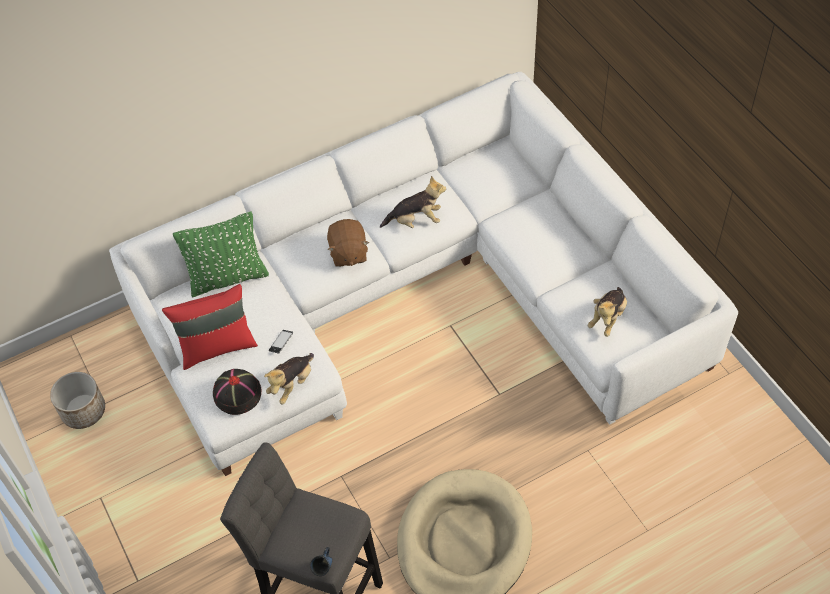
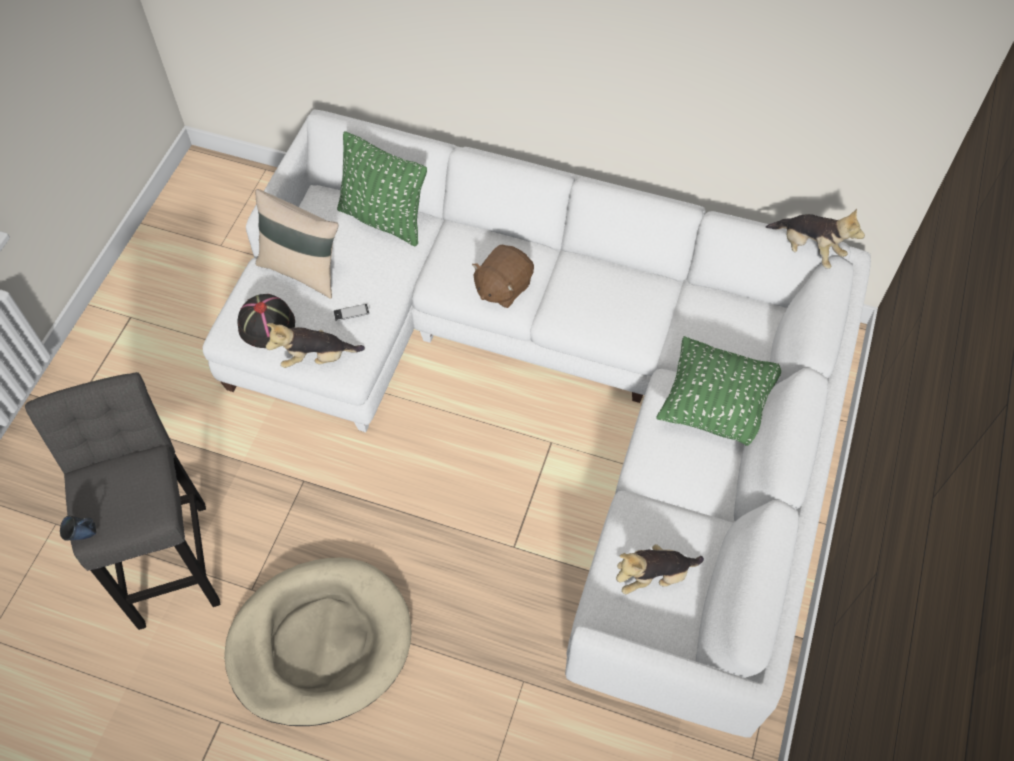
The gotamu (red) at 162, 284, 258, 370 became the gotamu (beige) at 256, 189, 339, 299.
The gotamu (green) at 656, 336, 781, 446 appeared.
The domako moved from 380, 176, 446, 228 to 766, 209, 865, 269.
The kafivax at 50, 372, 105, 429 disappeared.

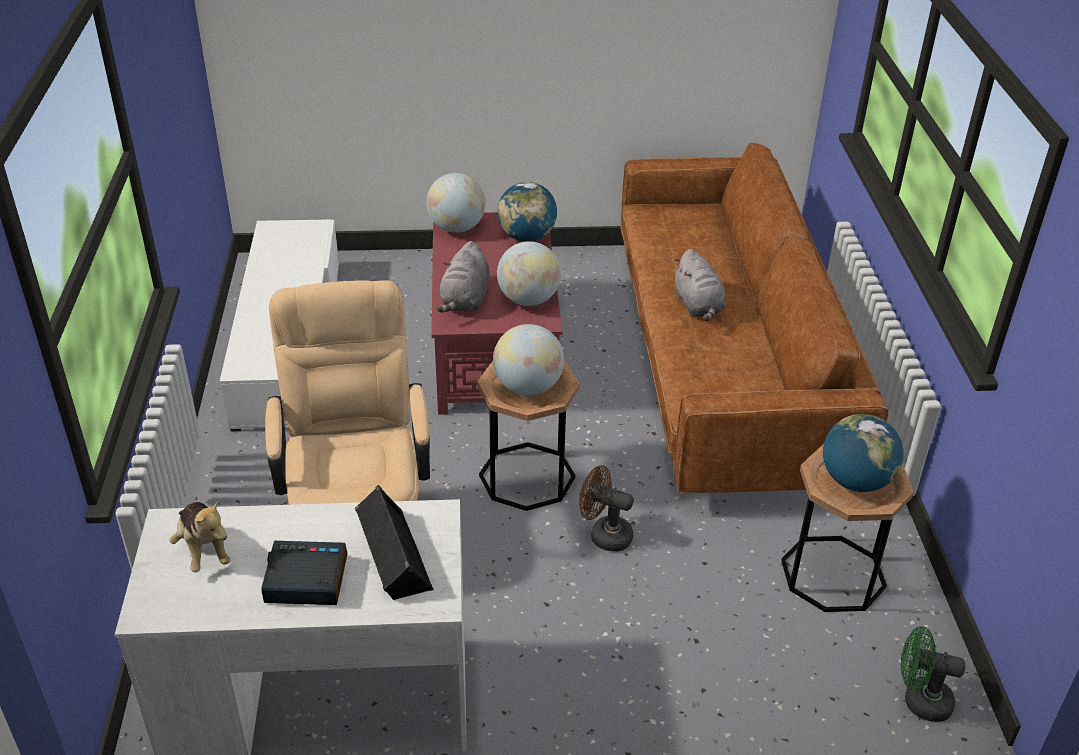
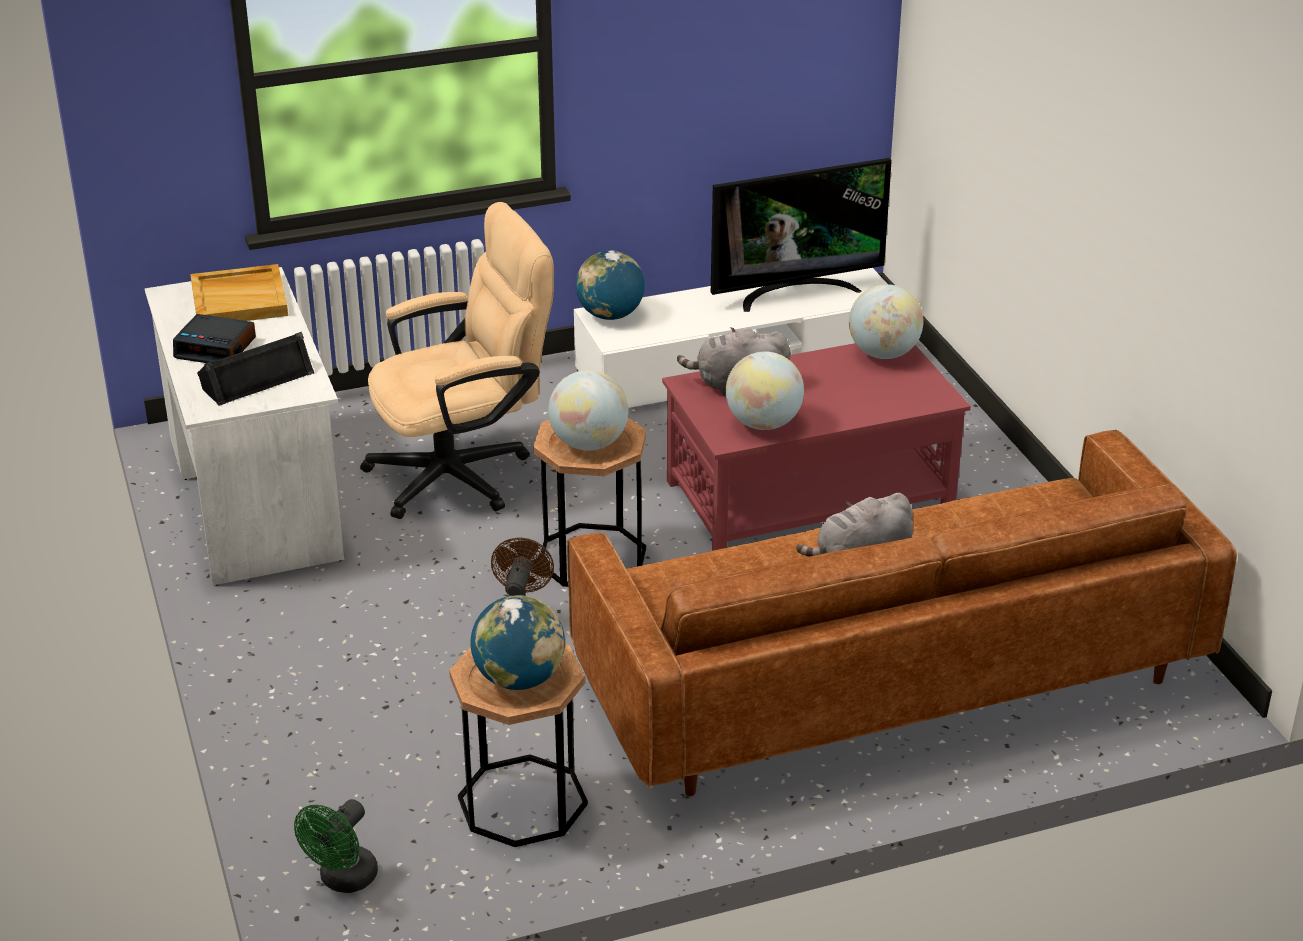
The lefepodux at 261, 541, 348, 605 turned 120 degrees clockwise.
The domako at 169, 500, 231, 572 was replaced by the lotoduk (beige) at 190, 264, 288, 321.
The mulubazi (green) at 901, 626, 966, 722 turned 150 degrees counterclockwise.
The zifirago moved from 497, 182, 557, 242 to 576, 250, 645, 320.
The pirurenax at 711, 158, 892, 312 appeared.

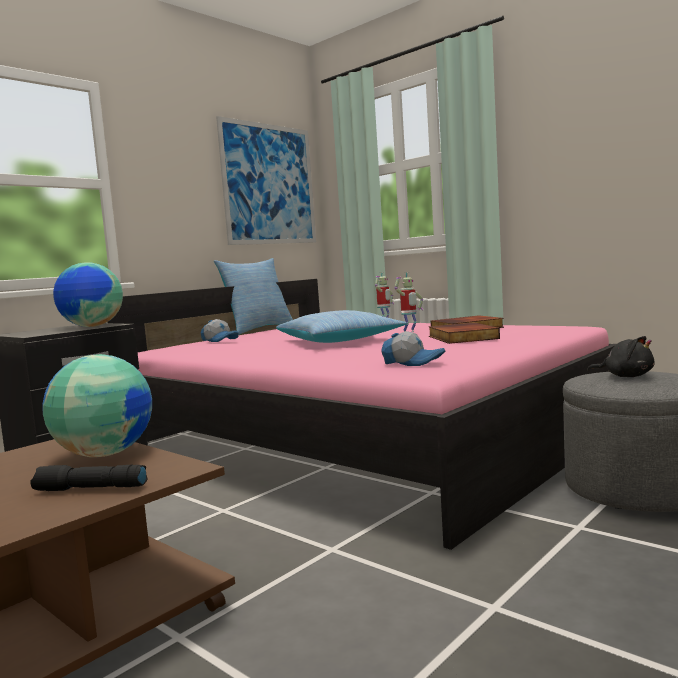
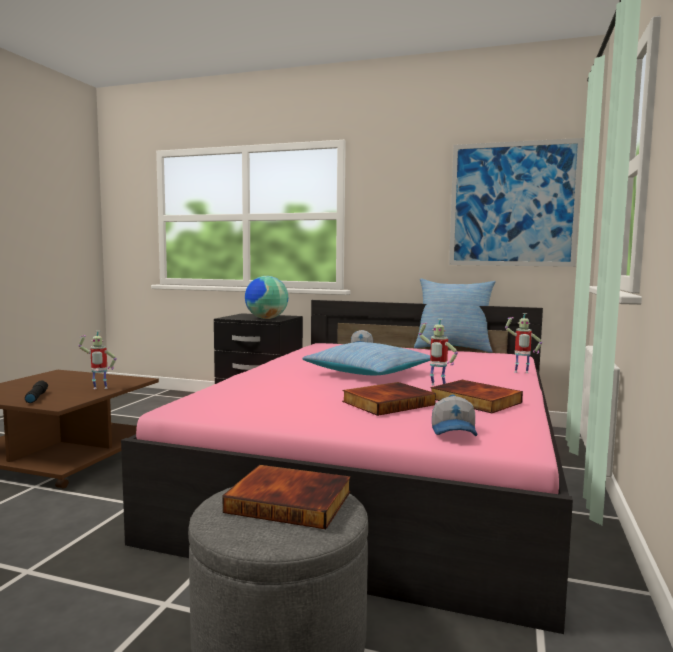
The zifirago at 42, 354, 152, 457 was replaced by the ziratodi at 78, 331, 117, 389.
The domako (black) at 587, 336, 655, 377 was replaced by the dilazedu at 222, 465, 351, 529.
The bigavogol moved from 381, 331, 446, 366 to 432, 395, 477, 436.

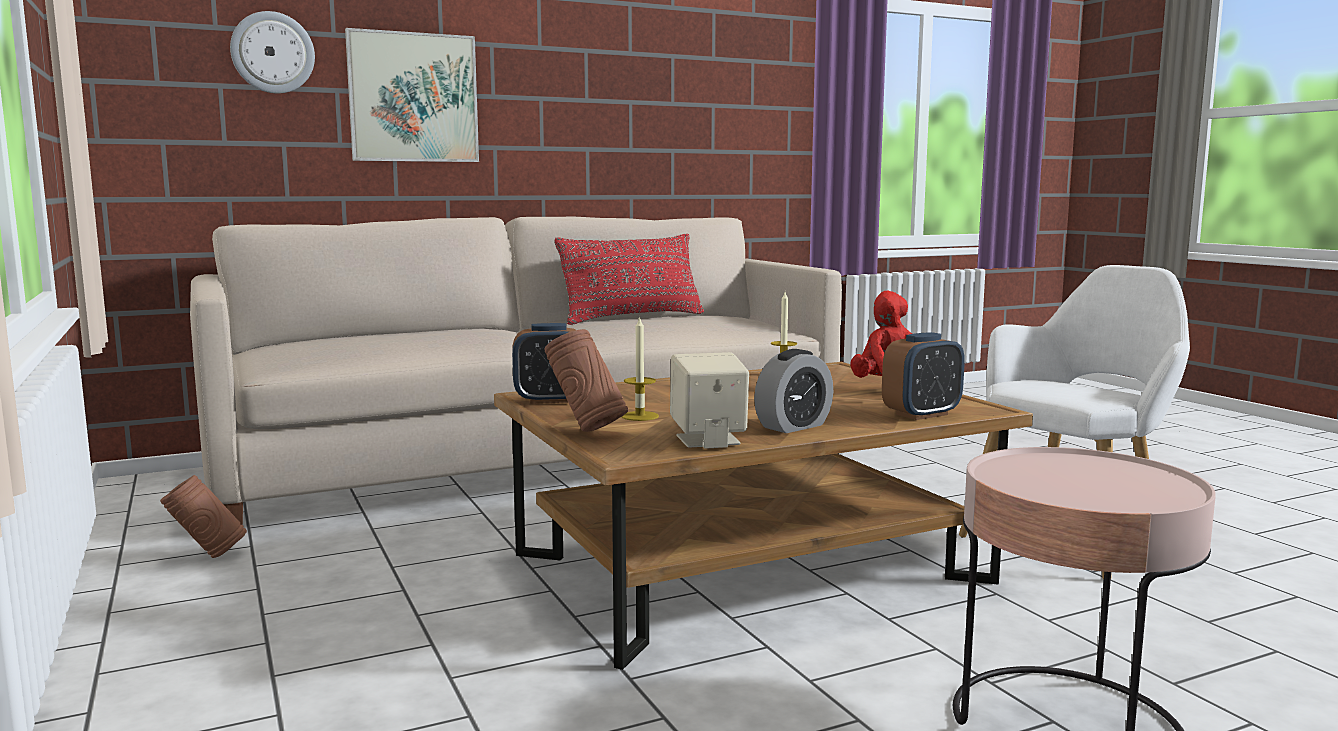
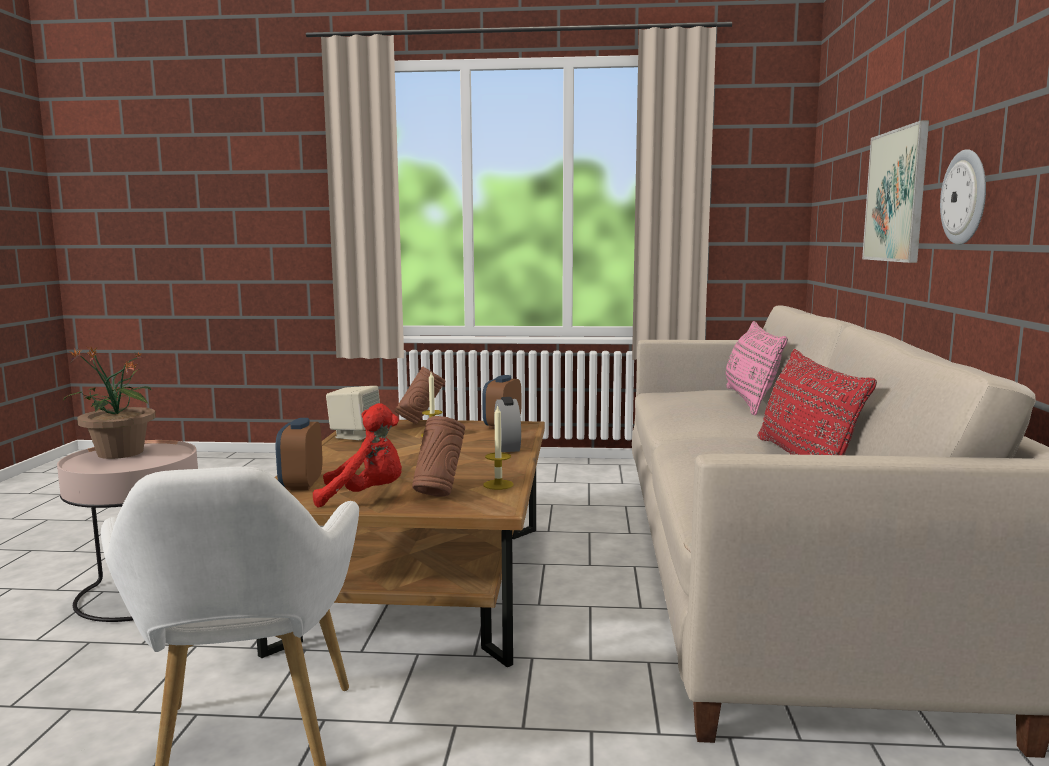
The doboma at 63, 347, 156, 459 appeared.
The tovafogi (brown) moved from 160, 475, 247, 558 to 412, 416, 465, 496.
The lefepodux moved from 754, 349, 833, 433 to 494, 397, 521, 452.
The gotamu (pink) at 726, 321, 788, 415 appeared.
The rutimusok moved from 230, 11, 315, 93 to 940, 149, 986, 245.

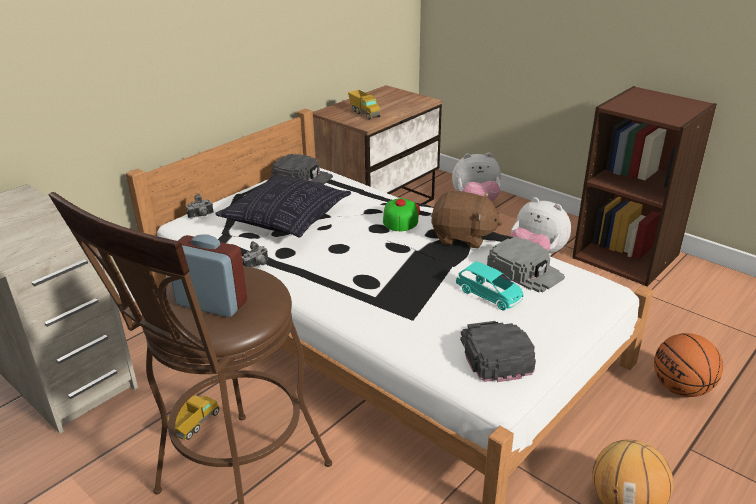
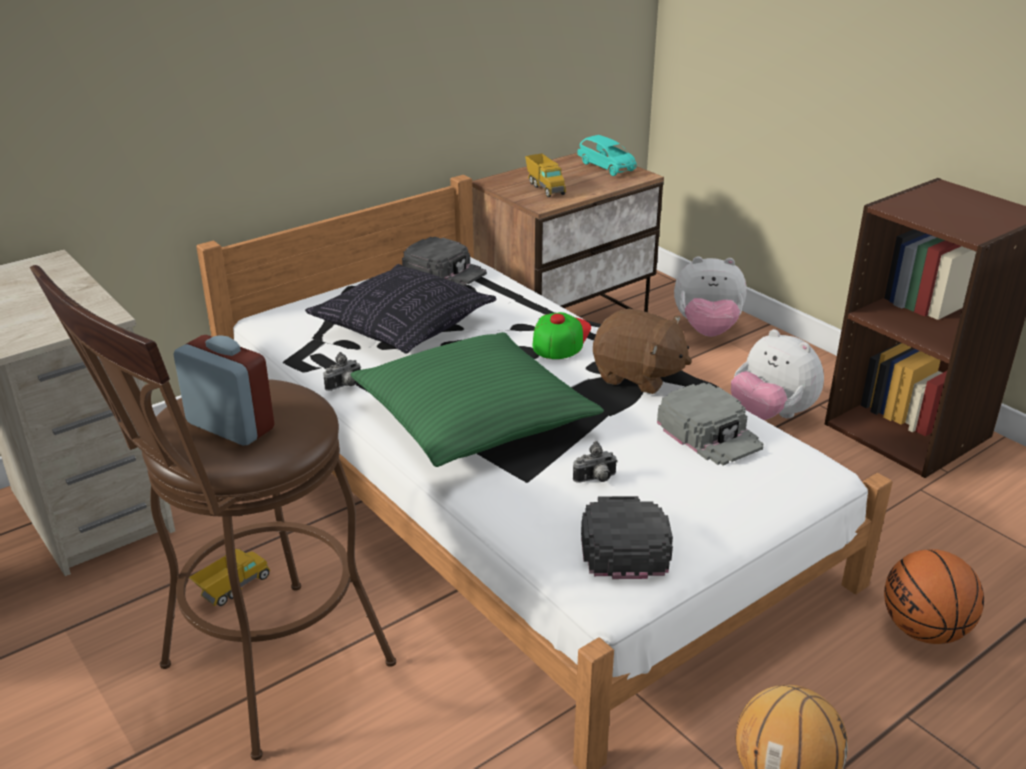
The gotamu (green) at 351, 332, 604, 467 appeared.
The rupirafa moved from 186, 194, 213, 218 to 573, 441, 618, 483.
The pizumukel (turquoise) moved from 456, 261, 523, 310 to 578, 135, 636, 176.

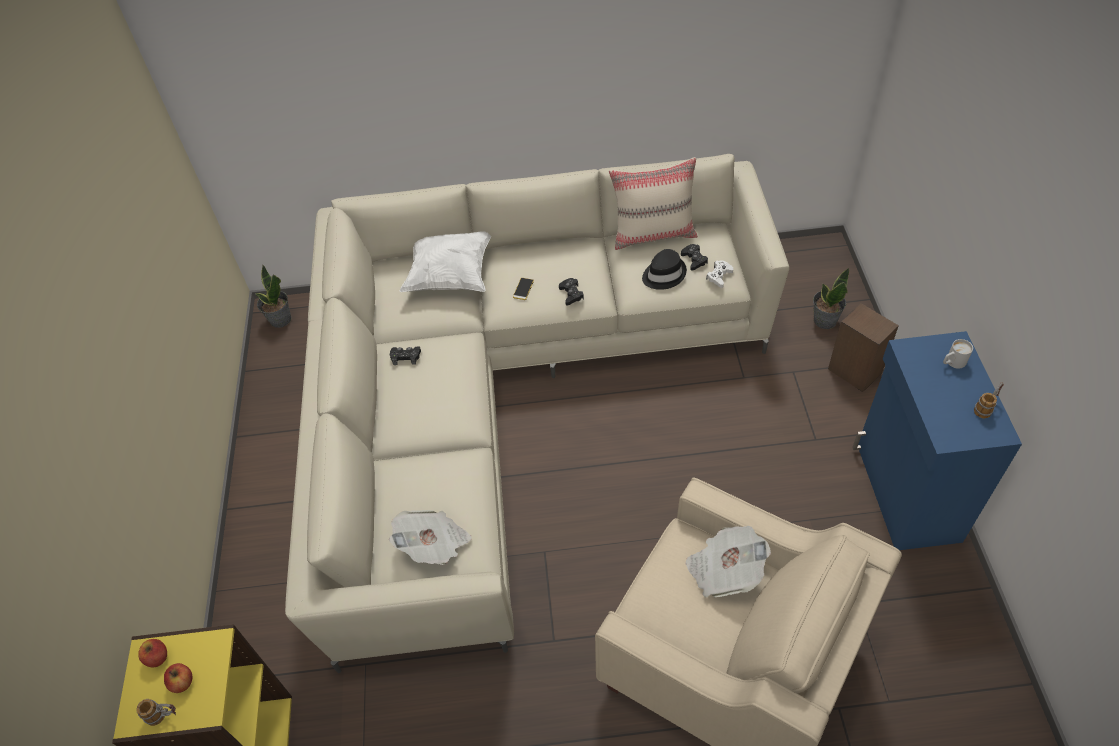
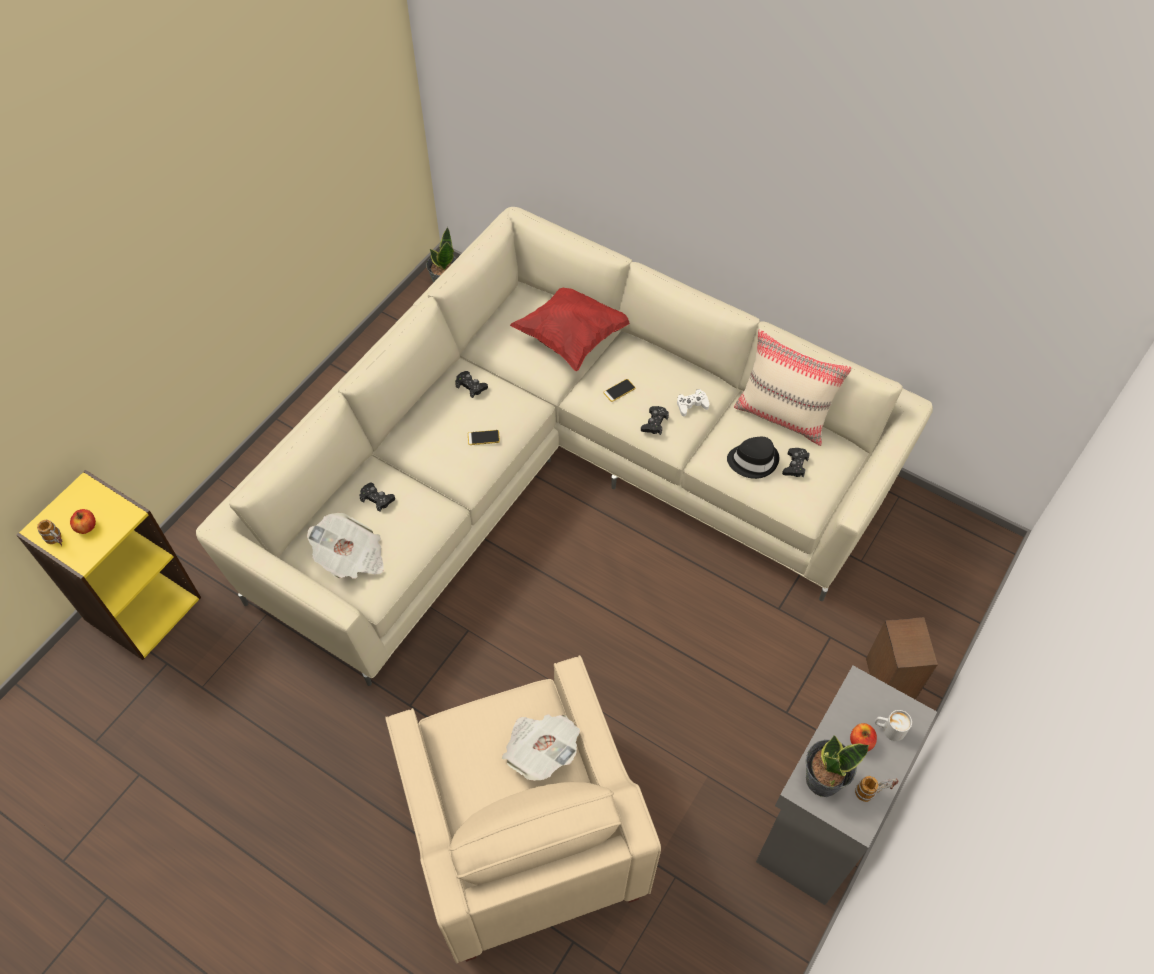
The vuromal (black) at 359, 483, 395, 512 appeared.
The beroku at 468, 430, 500, 445 appeared.
The gotamu (white) at 400, 231, 492, 292 became the gotamu (red) at 510, 288, 630, 371.
The vuromal (white) moved from 706, 260, 733, 288 to 677, 389, 709, 416.
The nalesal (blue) at 852, 331, 1022, 550 became the nalesal (grey) at 756, 666, 937, 905.
The doboma moved from 813, 268, 849, 329 to 806, 735, 869, 797.
The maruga moved from 138, 639, 167, 668 to 850, 723, 877, 752.

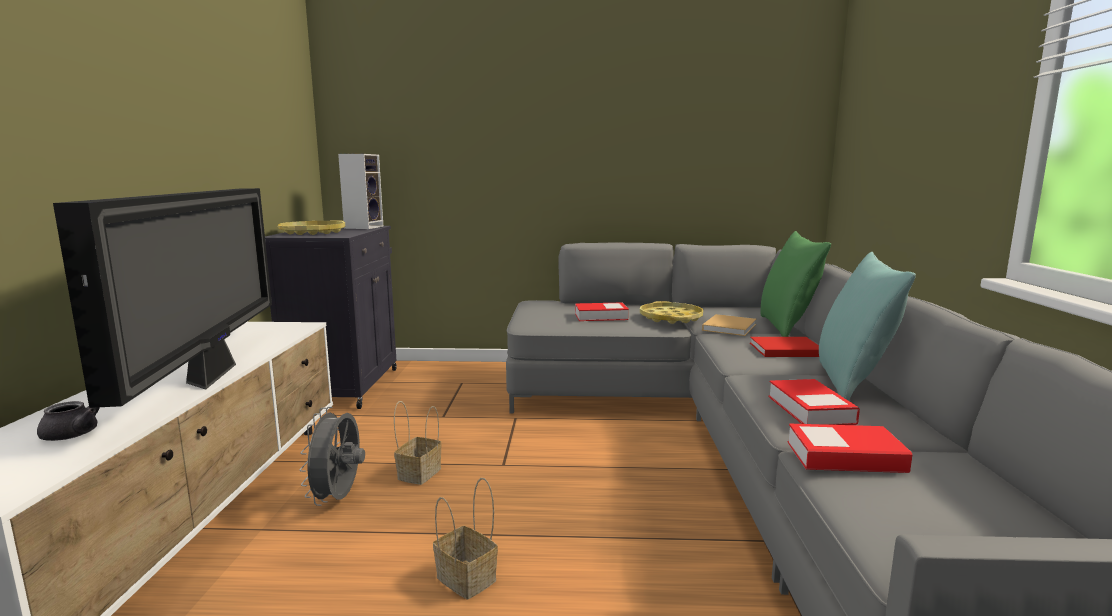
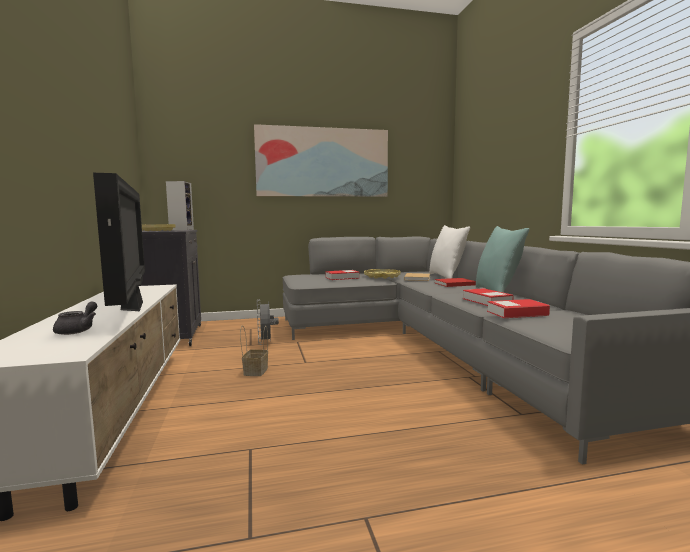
The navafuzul at 254, 124, 388, 197 appeared.
The mulubazi (grey) moved from 299, 407, 365, 506 to 257, 299, 279, 345.
The gotamu (green) at 760, 231, 831, 337 became the gotamu (white) at 429, 225, 470, 279.
The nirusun at 433, 478, 498, 599 disappeared.

